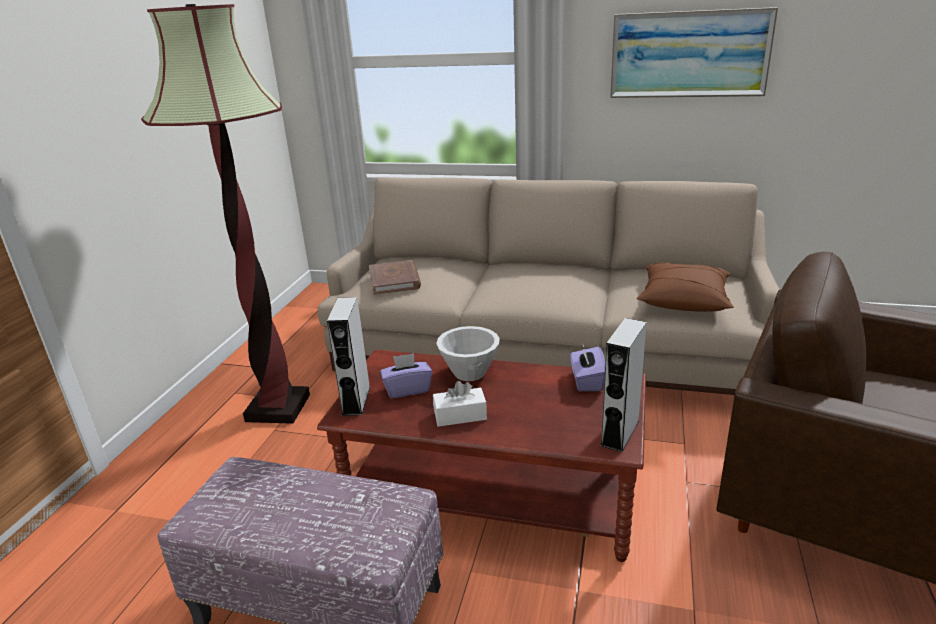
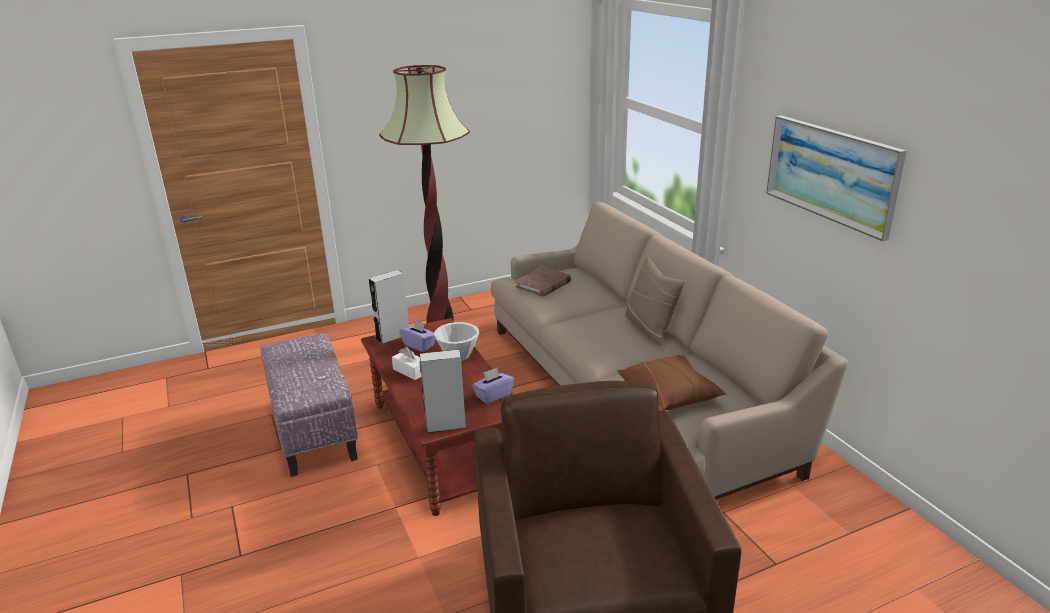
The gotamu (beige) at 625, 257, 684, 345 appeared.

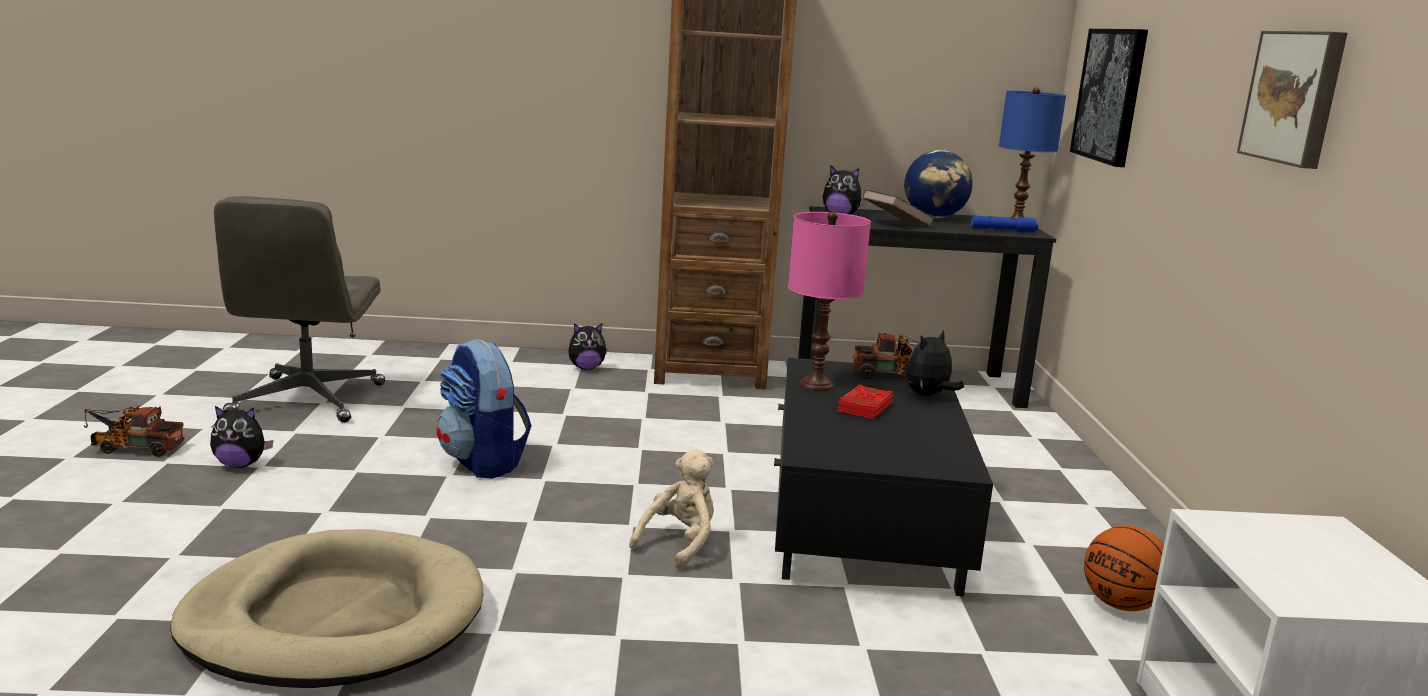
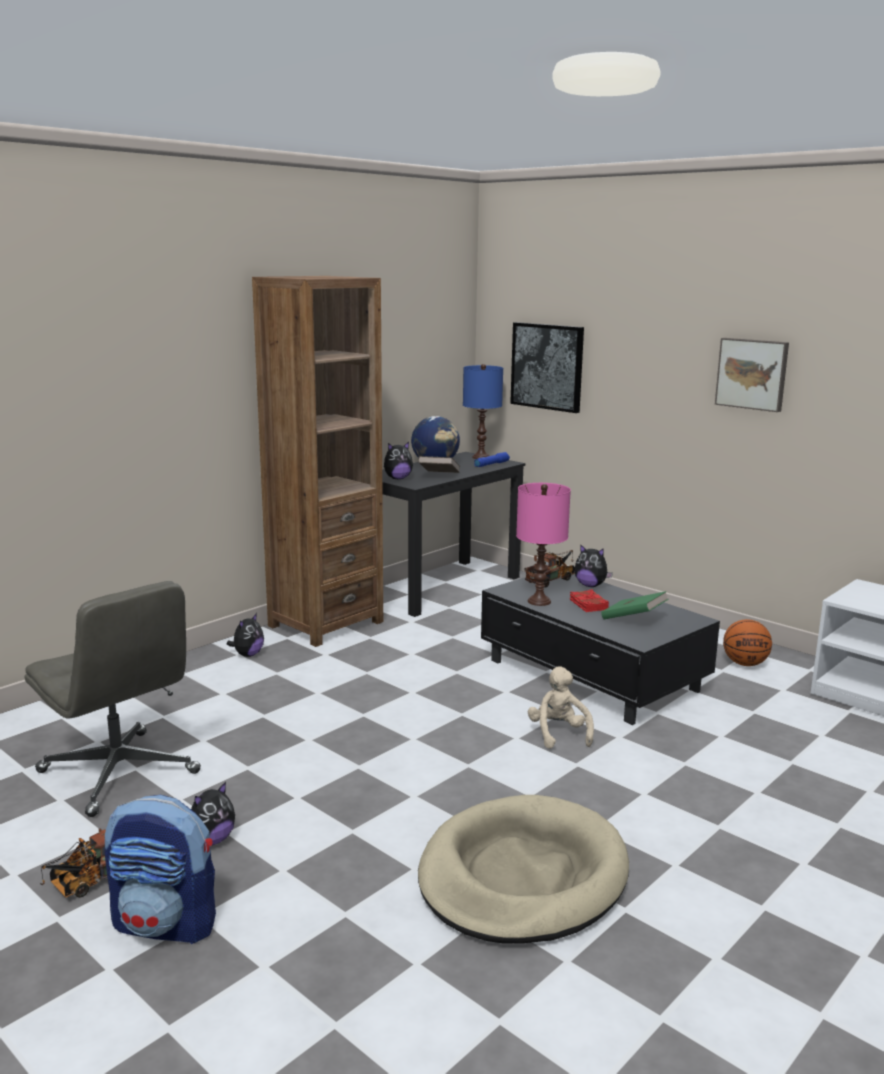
The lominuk moved from 437, 339, 532, 479 to 105, 795, 216, 944.
The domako at 905, 330, 964, 396 turned 60 degrees counterclockwise.
The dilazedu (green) at 601, 591, 669, 619 appeared.

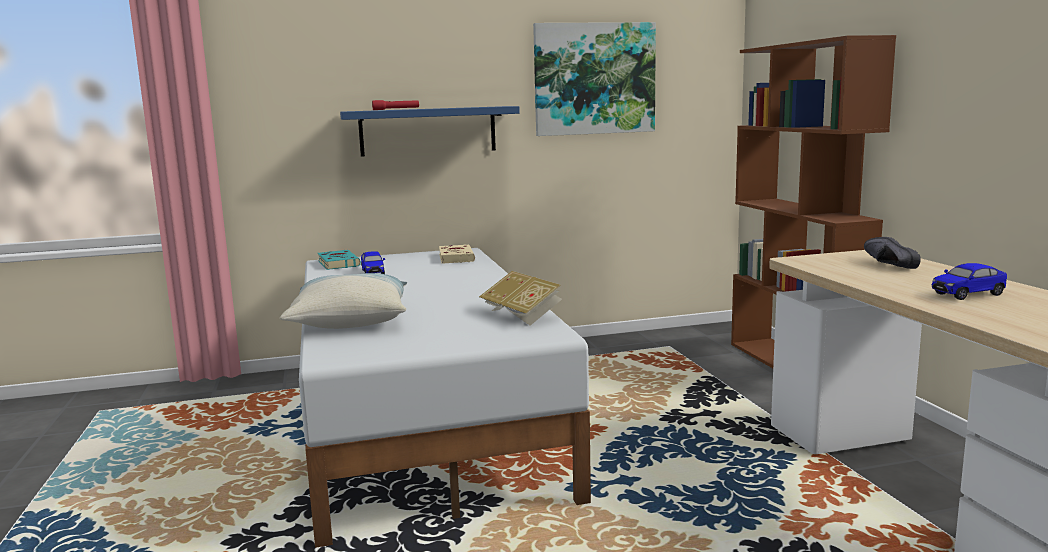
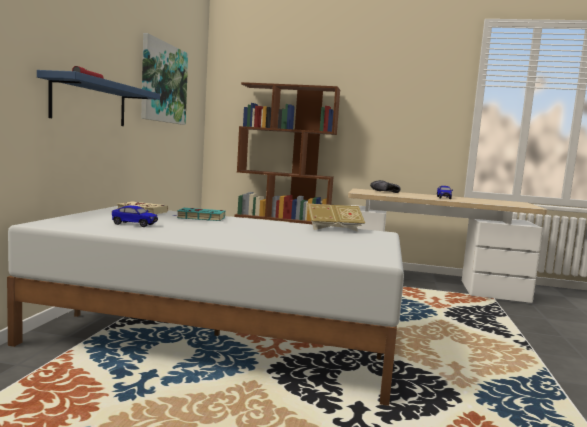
The dilazedu (turquoise) moved from 318, 250, 361, 270 to 173, 208, 225, 221.
The gotamu at 280, 273, 407, 329 disappeared.

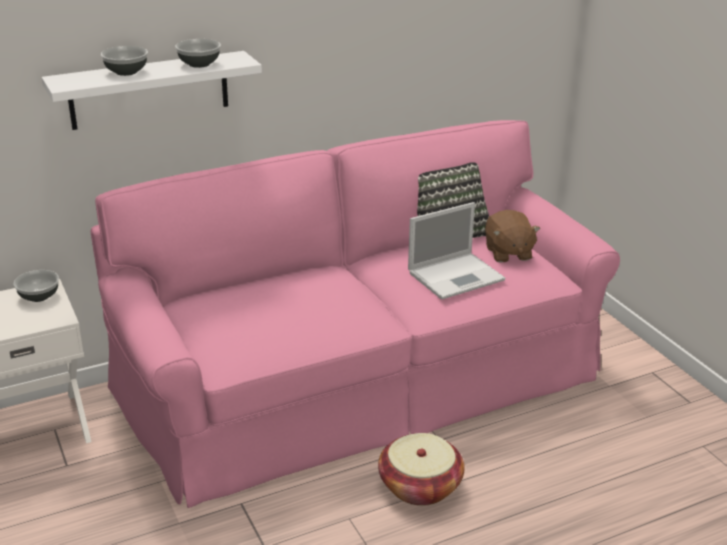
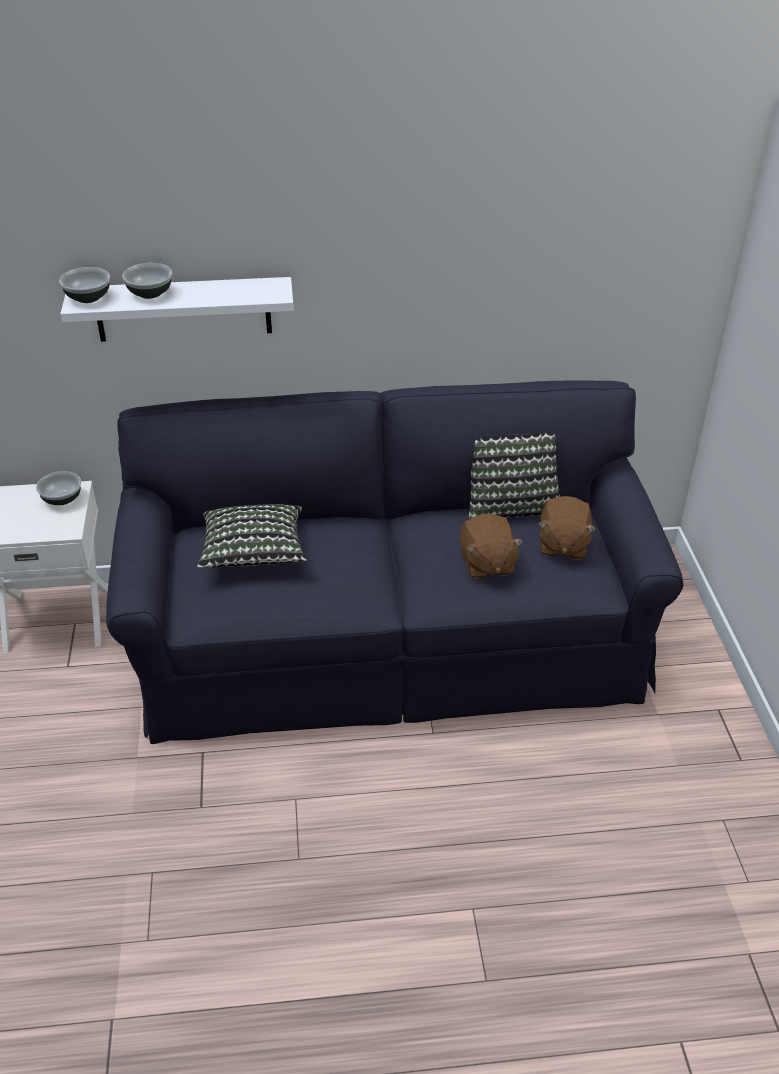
The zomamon moved from 175, 39, 221, 68 to 59, 267, 110, 303.
The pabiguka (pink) at 91, 120, 620, 508 became the pabiguka (black) at 106, 381, 684, 744.
The gotamu at 197, 504, 307, 568 appeared.
The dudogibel at 408, 202, 505, 300 was replaced by the domako (brown) at 460, 514, 523, 579.
The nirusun at 378, 433, 465, 506 disappeared.

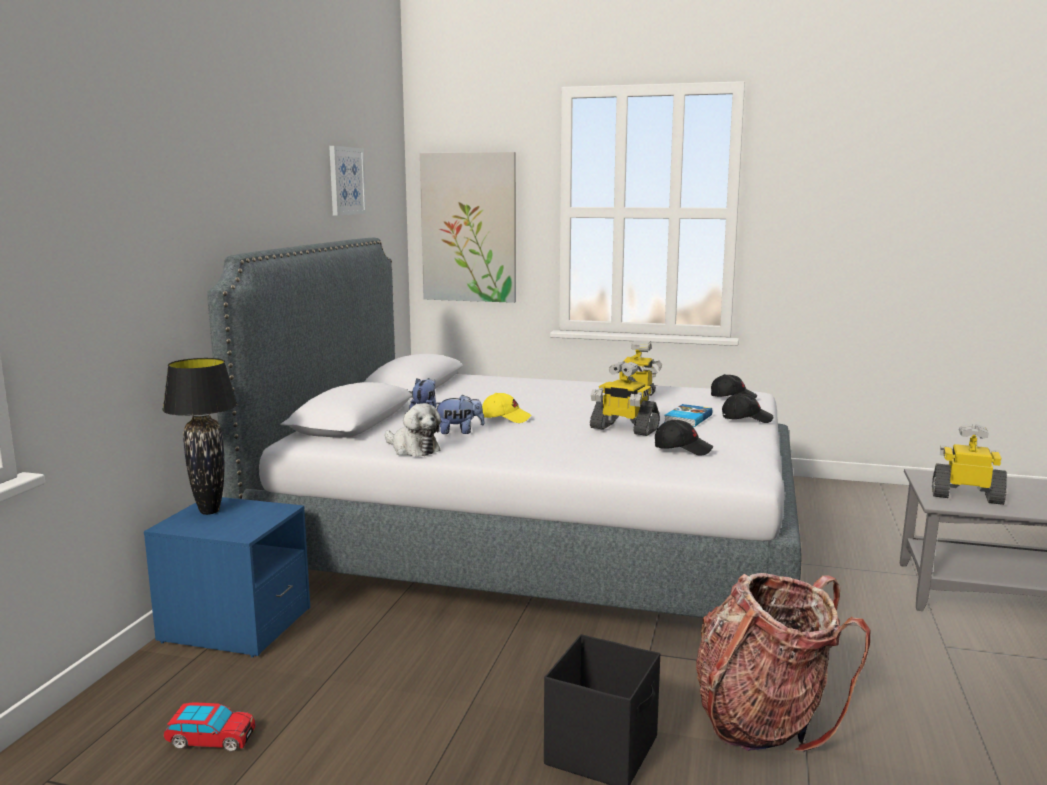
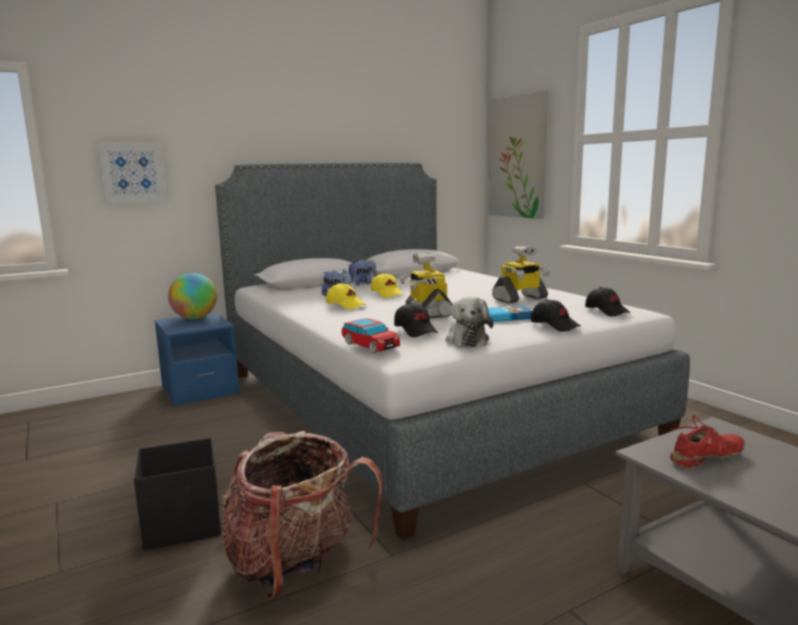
The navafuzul moved from 329, 146, 366, 216 to 98, 142, 167, 203.
The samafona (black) at 163, 358, 237, 515 was replaced by the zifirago at 168, 273, 217, 319.
The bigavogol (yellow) at 326, 283, 366, 310 appeared.
The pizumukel moved from 164, 702, 256, 752 to 342, 318, 400, 353.
The domako moved from 385, 403, 441, 457 to 445, 296, 494, 347.
The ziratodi at 932, 423, 1007, 505 was replaced by the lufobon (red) at 670, 415, 745, 468.

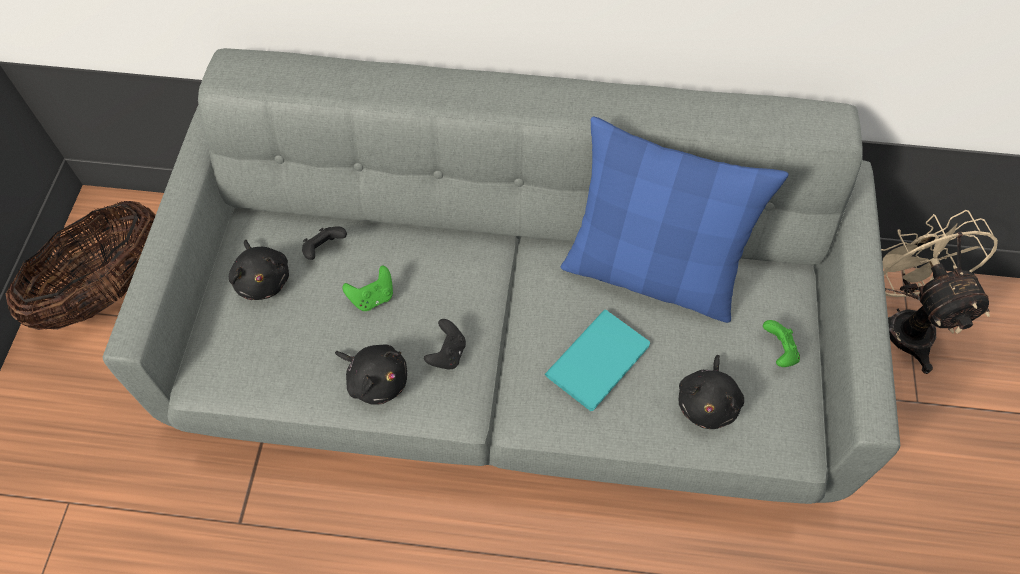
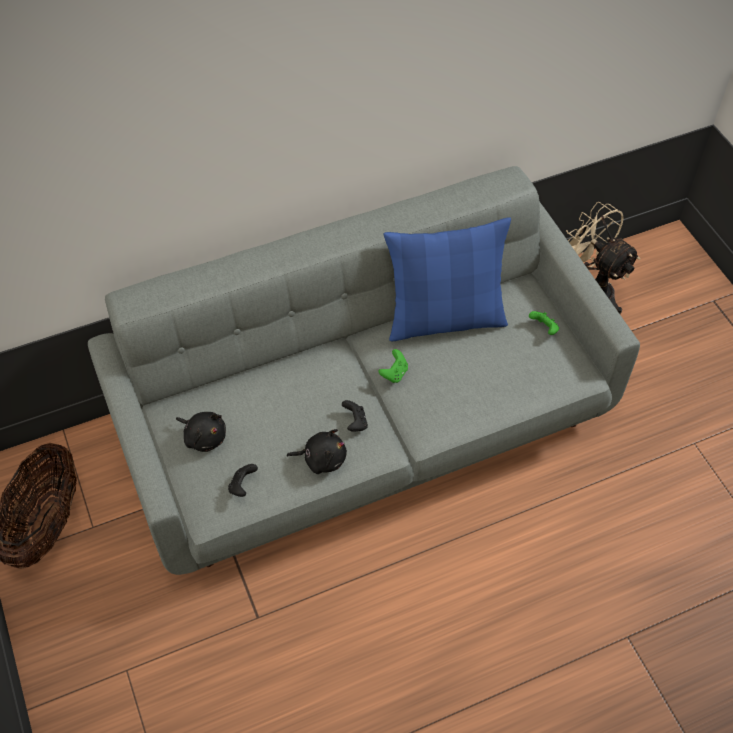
The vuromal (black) moved from 302, 226, 347, 260 to 228, 464, 258, 497.
The vuromal (green) moved from 343, 266, 393, 311 to 379, 349, 408, 383.
The dilazedu (turquoise) at 545, 310, 650, 411 disappeared.
The domako (black) at 679, 355, 744, 429 disappeared.

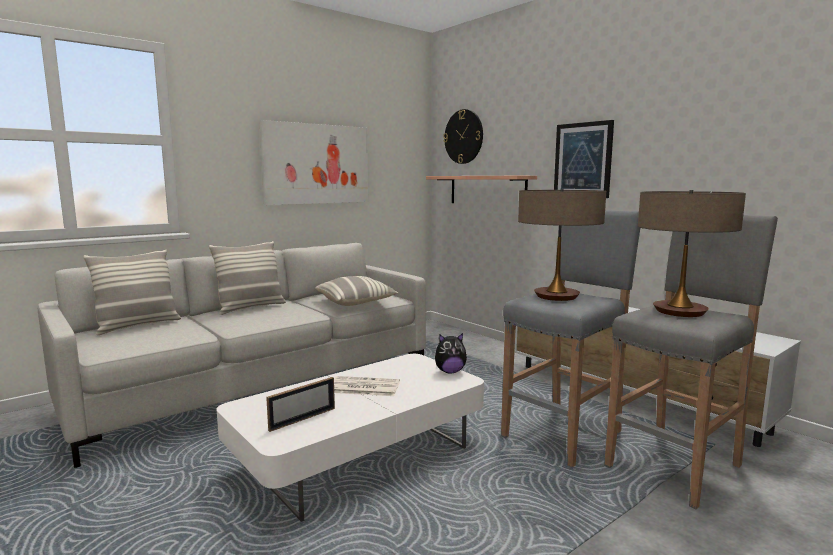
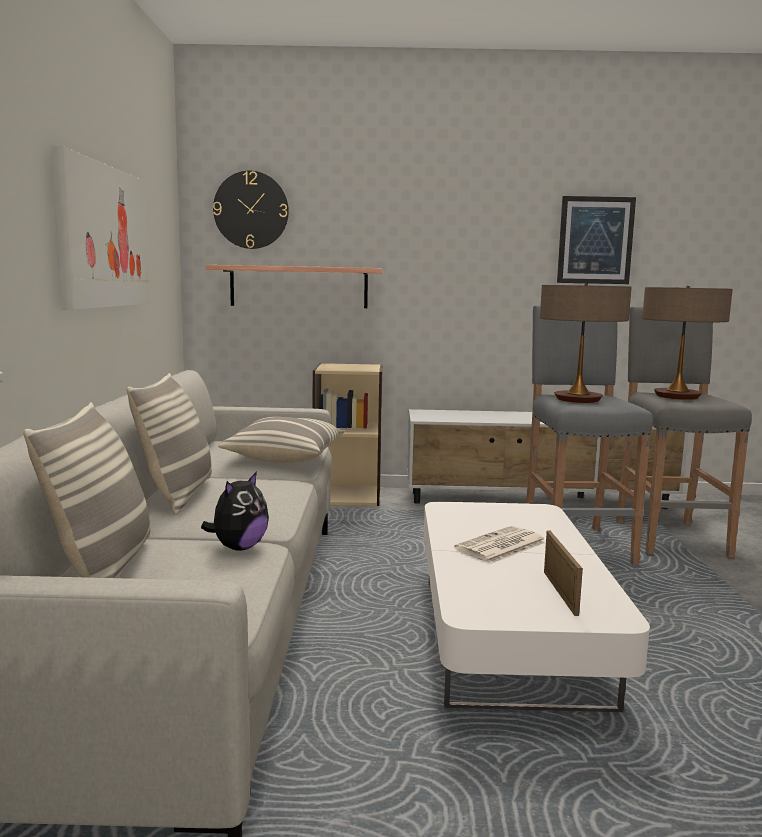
The domako moved from 435, 333, 467, 374 to 201, 471, 269, 551.
The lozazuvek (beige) at 313, 363, 383, 506 appeared.
The navafuzul moved from 554, 120, 614, 198 to 557, 196, 636, 284.

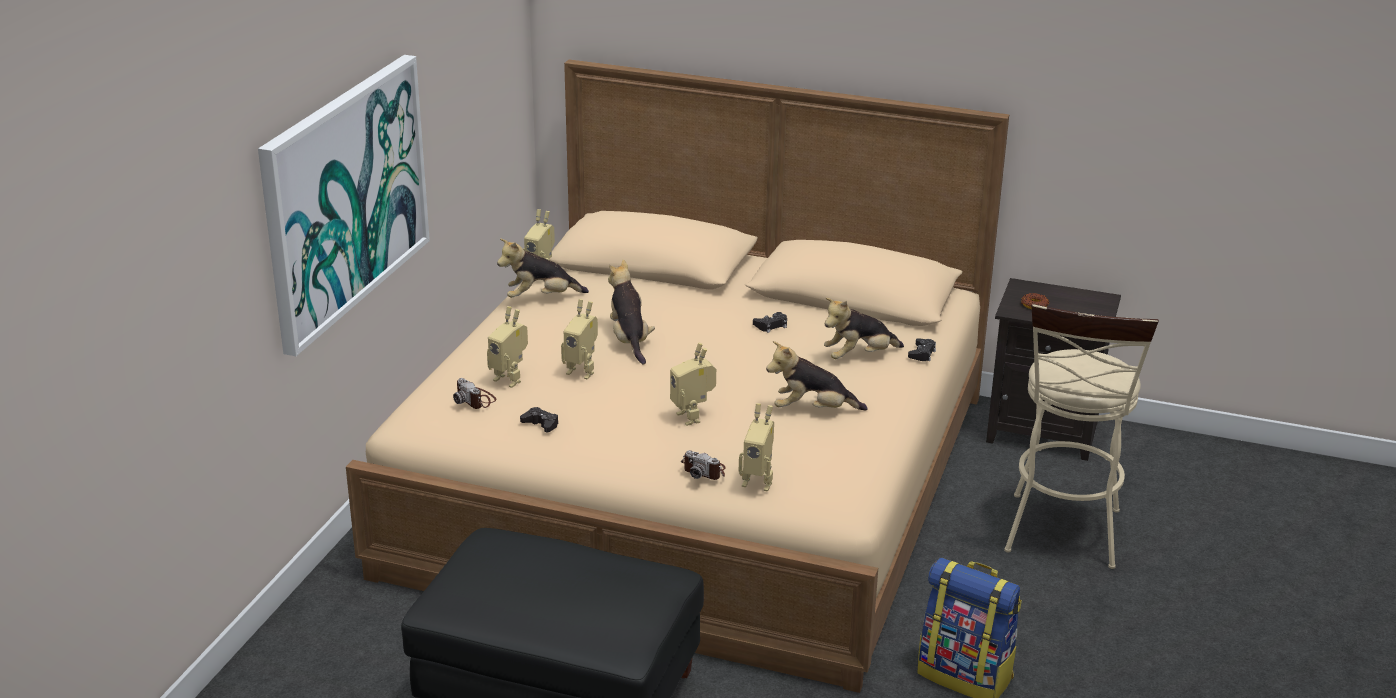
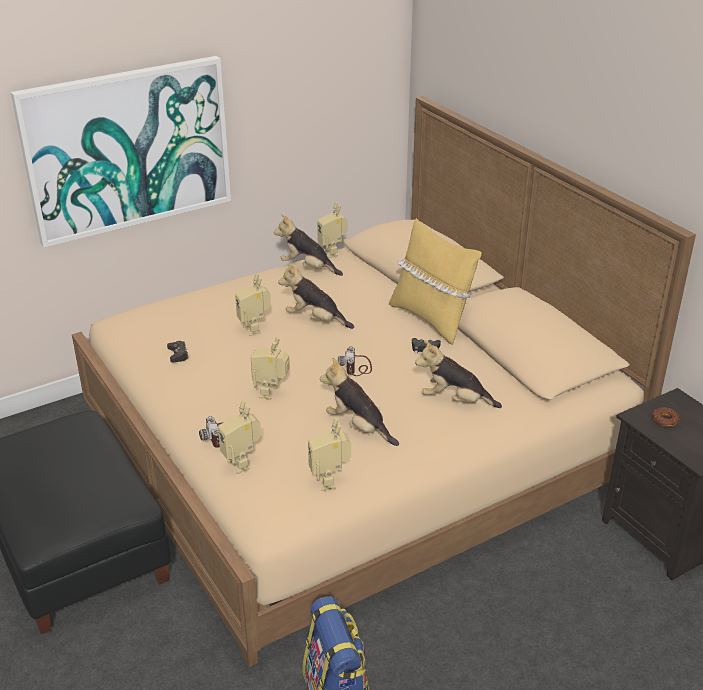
The domako at 608, 259, 655, 365 turned 90 degrees counterclockwise.
The ziratodi moved from 487, 306, 528, 388 to 308, 418, 351, 491.
The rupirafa moved from 453, 378, 496, 409 to 338, 346, 372, 376.
The gotamu (yellow) at 389, 218, 482, 345 appeared.
The vuromal (black) at 908, 338, 936, 361 disappeared.
The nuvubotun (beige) at 1004, 304, 1159, 569 disappeared.

